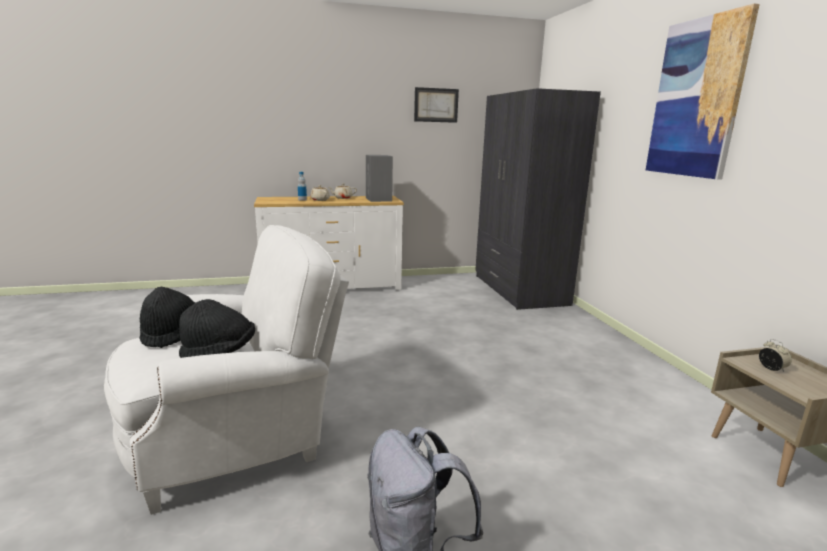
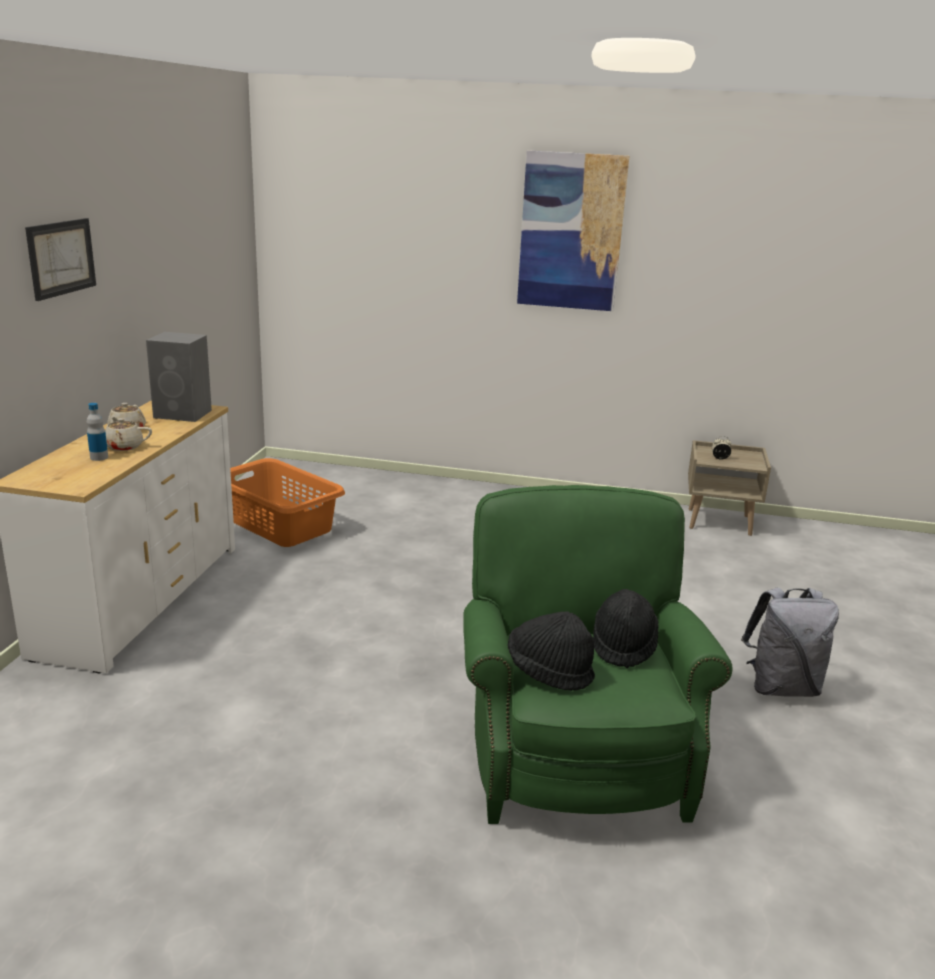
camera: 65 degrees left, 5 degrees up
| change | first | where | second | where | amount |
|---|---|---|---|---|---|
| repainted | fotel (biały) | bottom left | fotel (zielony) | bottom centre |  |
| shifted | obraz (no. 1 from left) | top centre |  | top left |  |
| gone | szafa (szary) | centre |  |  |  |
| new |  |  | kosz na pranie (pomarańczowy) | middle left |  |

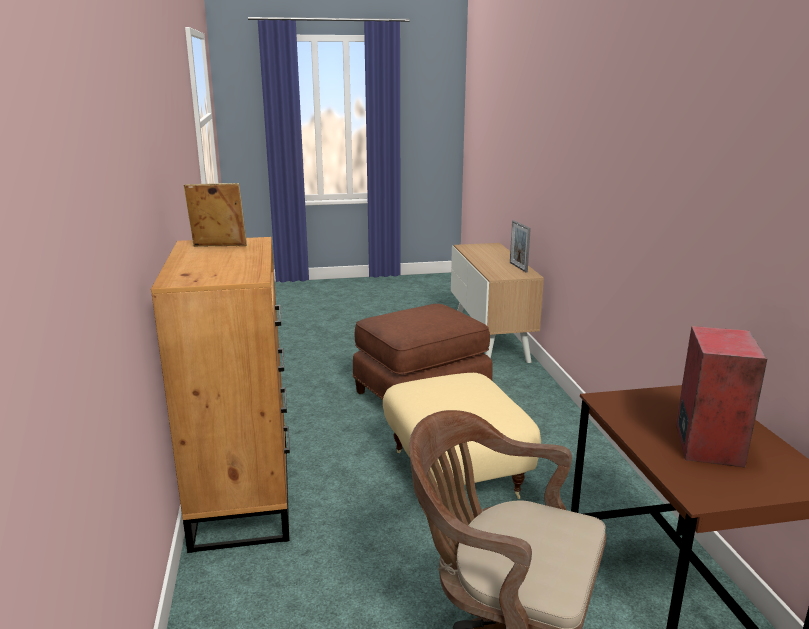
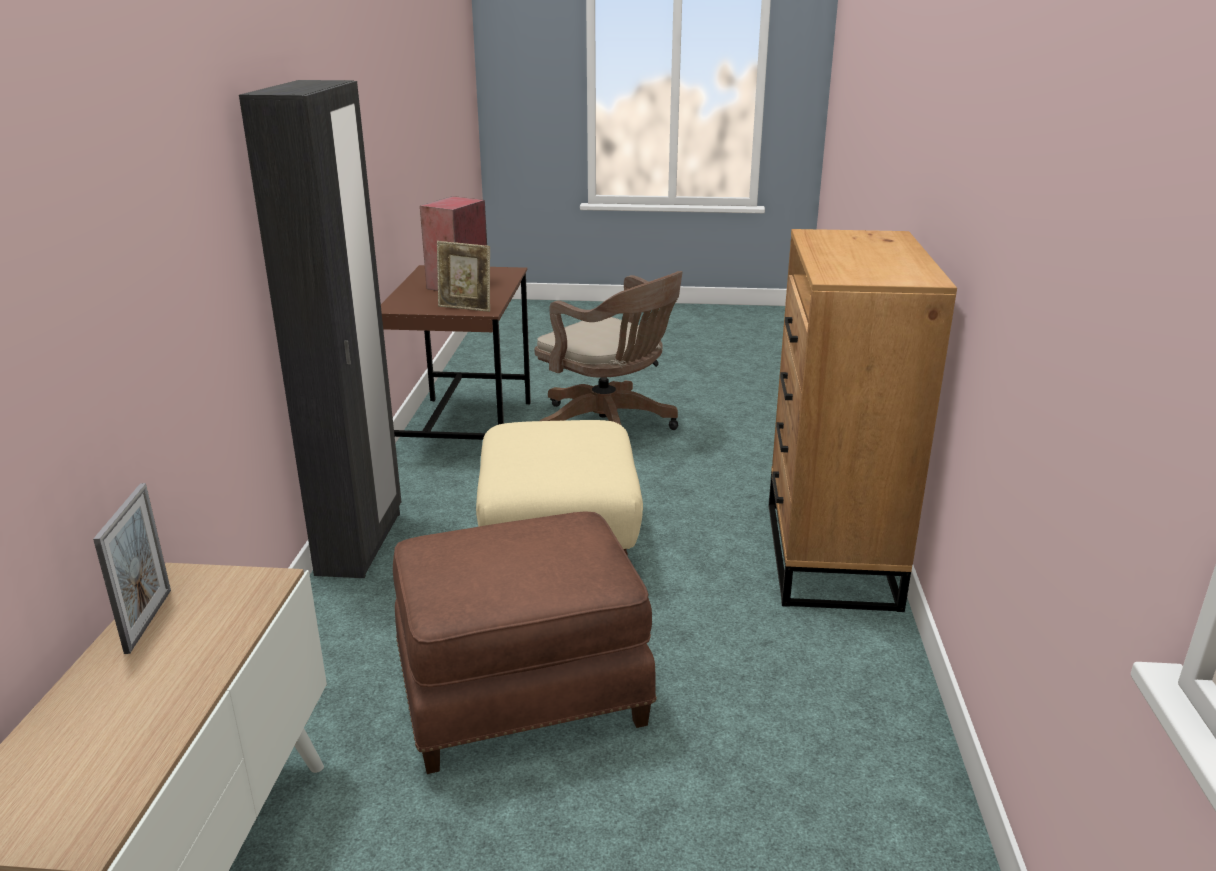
camera: 165 degrees left, 5 degrees up
| change | first | where | second | where | amount |
|---|---|---|---|---|---|
| shifted | ramka na zdjęcie (no. 1 from left in the first image) | middle left | ramka na zdjęcie (no. 2 from left) | top centre |  |
| new |  |  | szafa (czarny) | middle left |  |

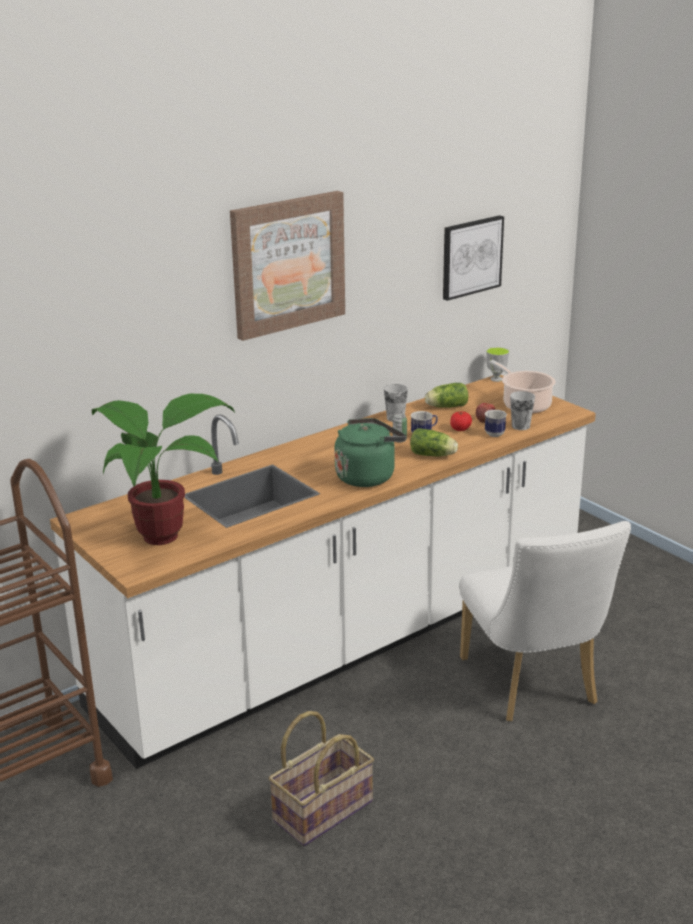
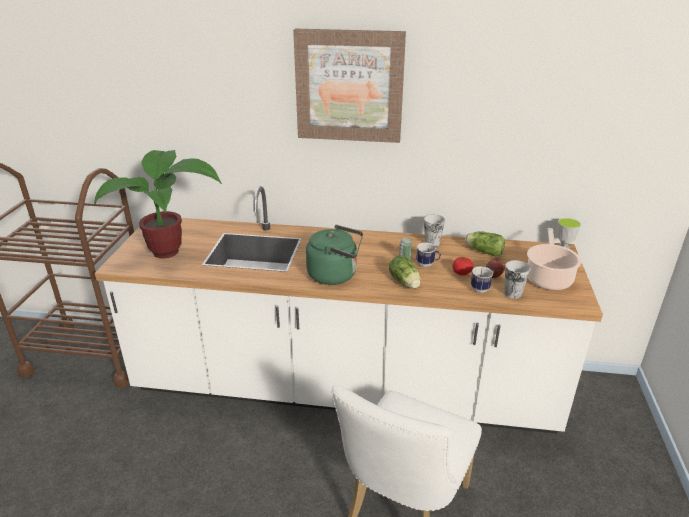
camera: 45 degrees right, 5 degrees up
| change | first | where | second | where | amount |
|---|---|---|---|---|---|
| gone | koszyk | bottom centre |  |  |  |
| gone | obraz (no. 2 from left) | top right |  |  |  |

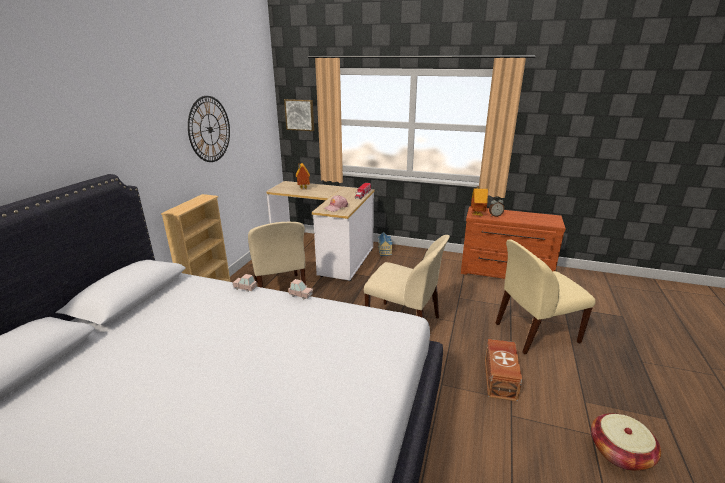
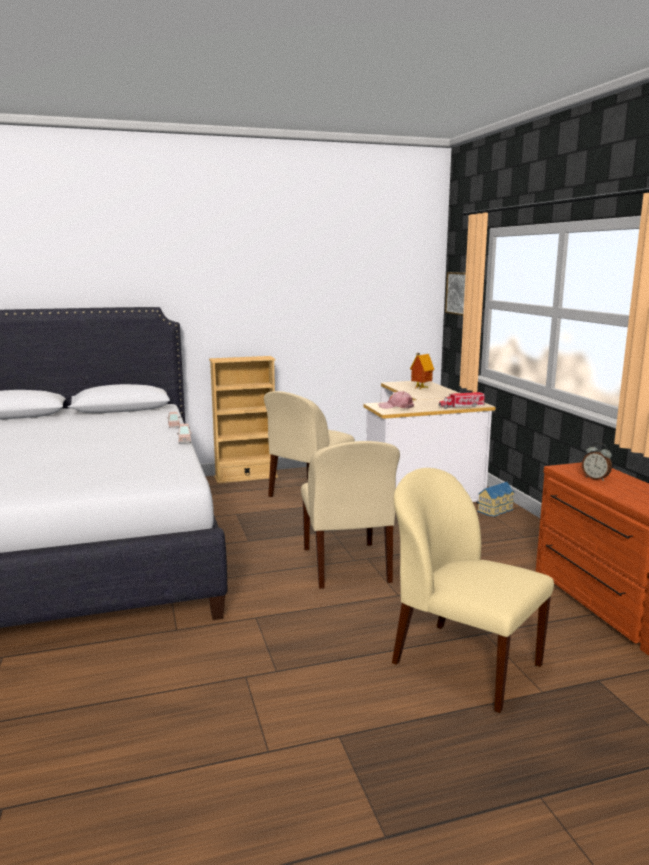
camera: 55 degrees right, 10 degrees down
| change | first | where | second | where | amount |
|---|---|---|---|---|---|
| gone | zegar ścienny | top left |  |  |  |
| gone | domek (no. 3 from left) | centre |  |  |  |
| gone | pojemnik do przechowywania (brązowy) | bottom right |  |  |  |
| gone | koszyk | bottom right |  |  |  |

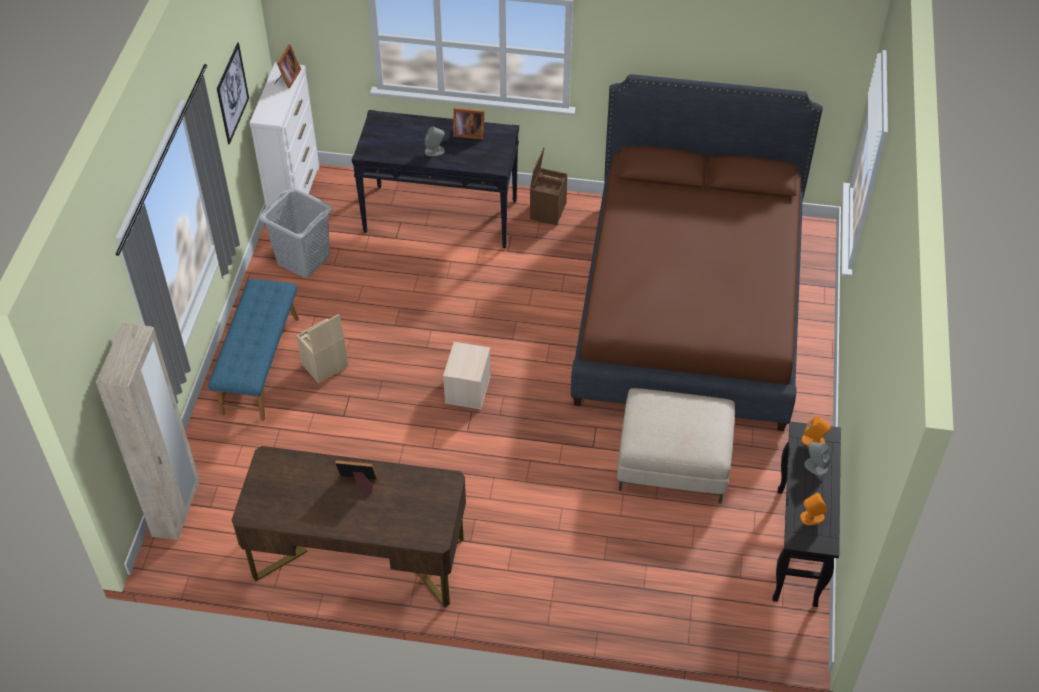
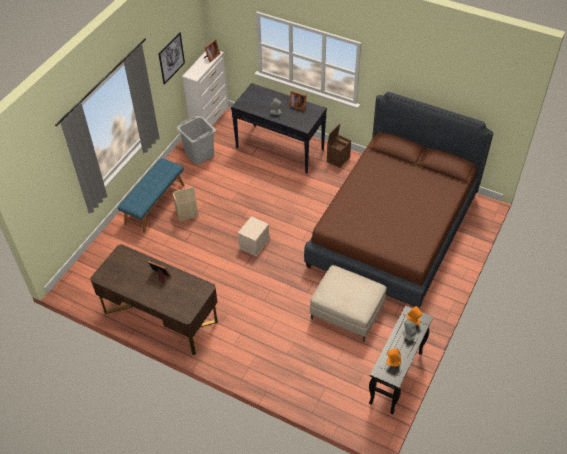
camera: 20 degrees right, 0 degrees up
| change | first | where | second | where | amount |
|---|---|---|---|---|---|
| gone | szafa (beżowy) | middle left |  |  |  |

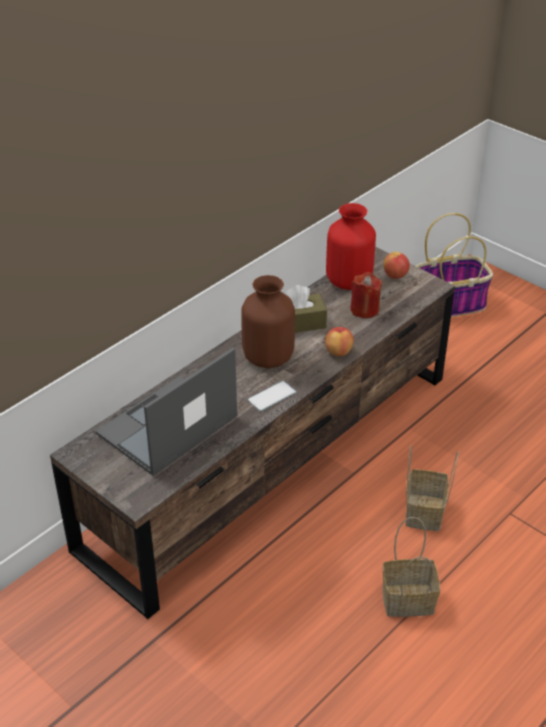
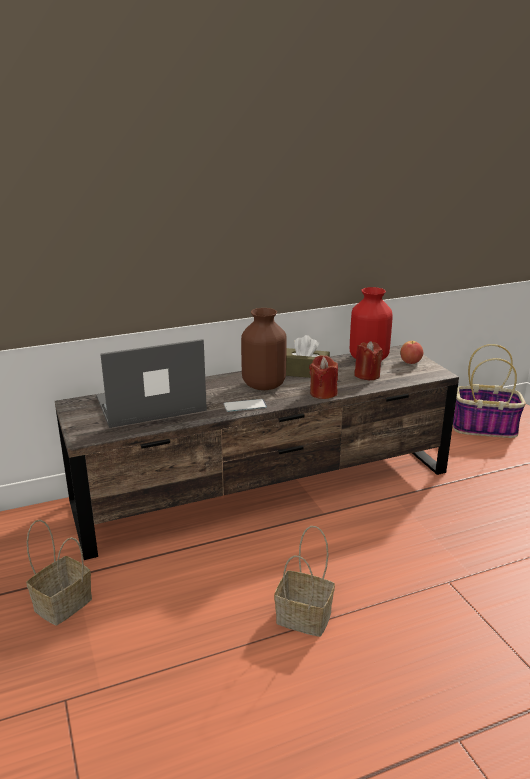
camera: 25 degrees right, 15 degrees down
| change | first | where | second | where | amount |
|---|---|---|---|---|---|
| swapped | jabłko (no. 1 from left) | centre | świeca (czerwony) (no. 1 from left) | centre |  |
| shifted | koszyk (no. 2 from left in the first image) | bottom right | koszyk (no. 1 from left) | bottom left |  |

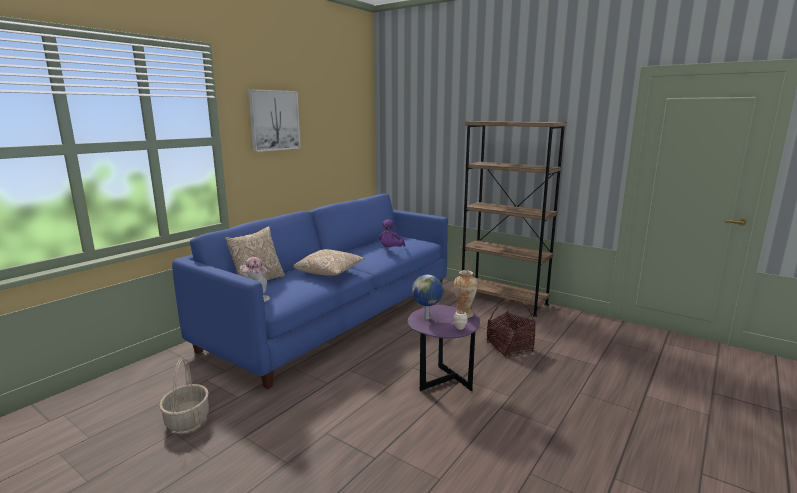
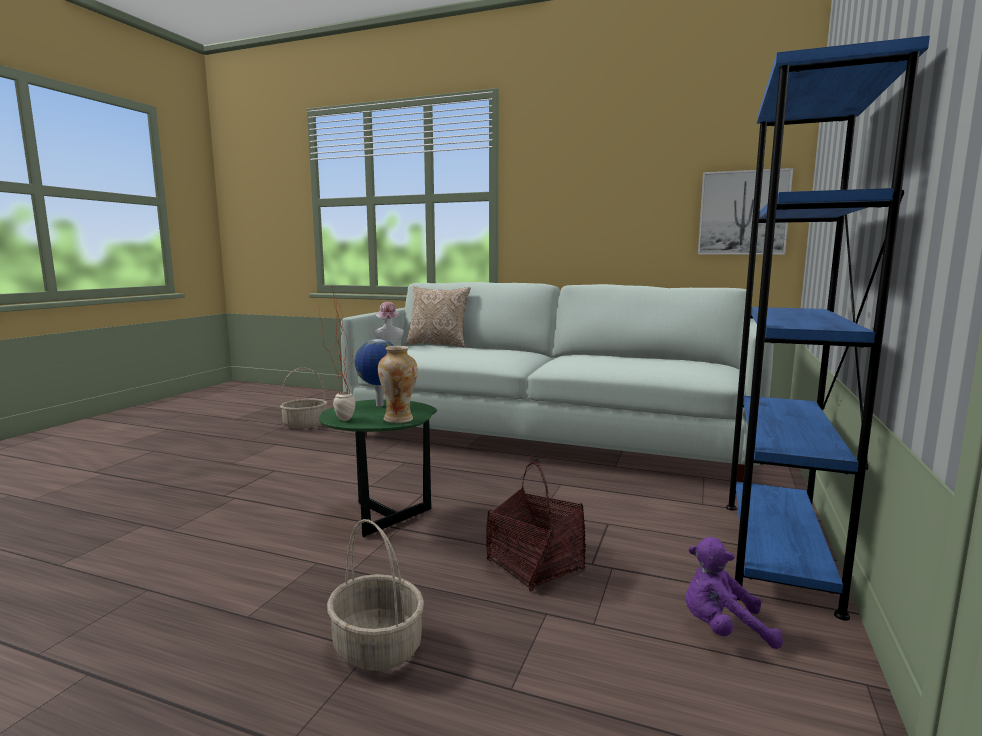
camera: 75 degrees right, 5 degrees down
| change | first | where | second | where | amount |
|---|---|---|---|---|---|
| repainted | kanapa (niebieski) | centre | kanapa (biały) | centre |  |
| shifted | obraz | top centre |  | top right |  |
| gone | poduszka (no. 2 from left) | centre |  |  |  |
| shifted | pluszak (fioletowy) | centre |  | bottom right |  |
| repainted | stolik (fioletowy) | bottom centre | stolik (zielony) | centre |  |
| repainted | regał (brązowy) | centre | regał (niebieski) | middle right |  |
| new |  |  | koszyk (no. 2 from left) | bottom centre |  |

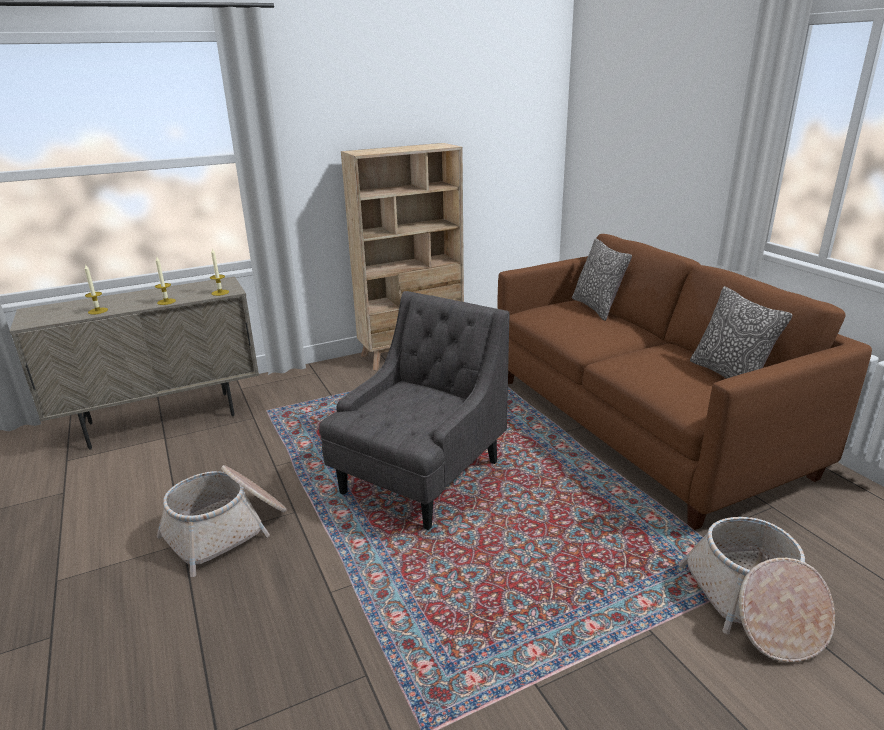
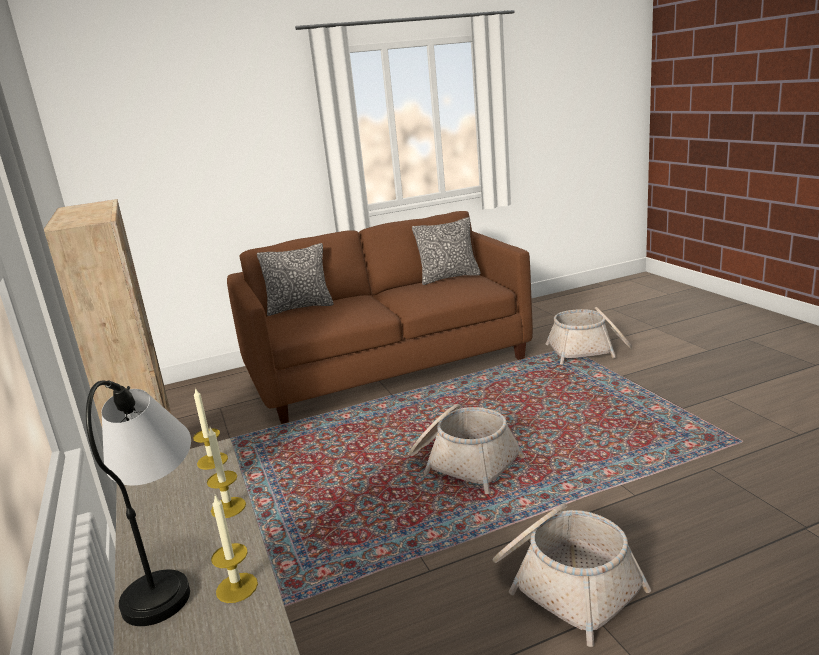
camera: 85 degrees left, 5 degrees down
| change | first | where | second | where | amount |
|---|---|---|---|---|---|
| swapped | fotel (szary) | centre | koszyk (no. 1 from left) | bottom centre |  |
| new |  |  | lampa stołowa | bottom left |  |

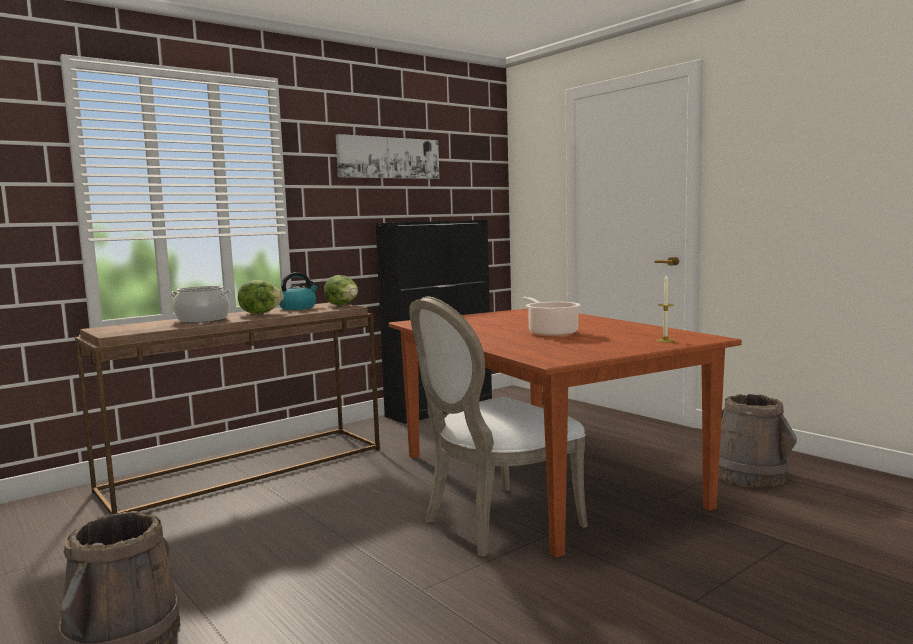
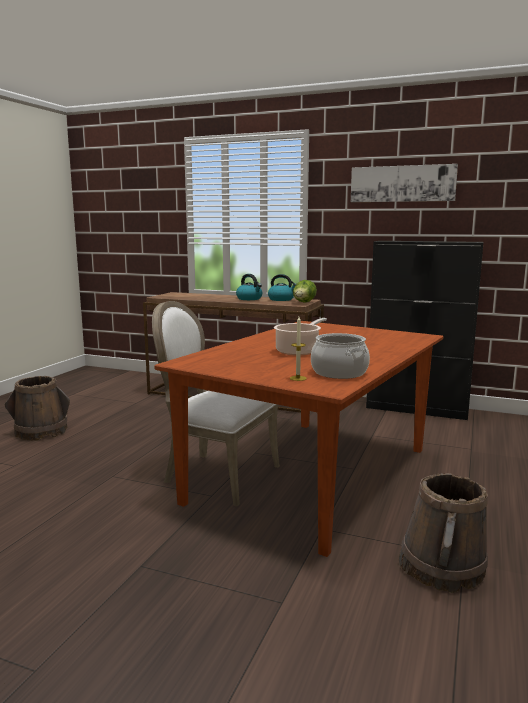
camera: 60 degrees right, 5 degrees up
| change | first | where | second | where | amount |
|---|---|---|---|---|---|
| shifted | garnek (no. 1 from left in the first image) | middle left | garnek (no. 2 from left) | centre |  |
| swapped | sałata (no. 1 from left) | middle left | czajnik (no. 1 from left) | centre |  |

